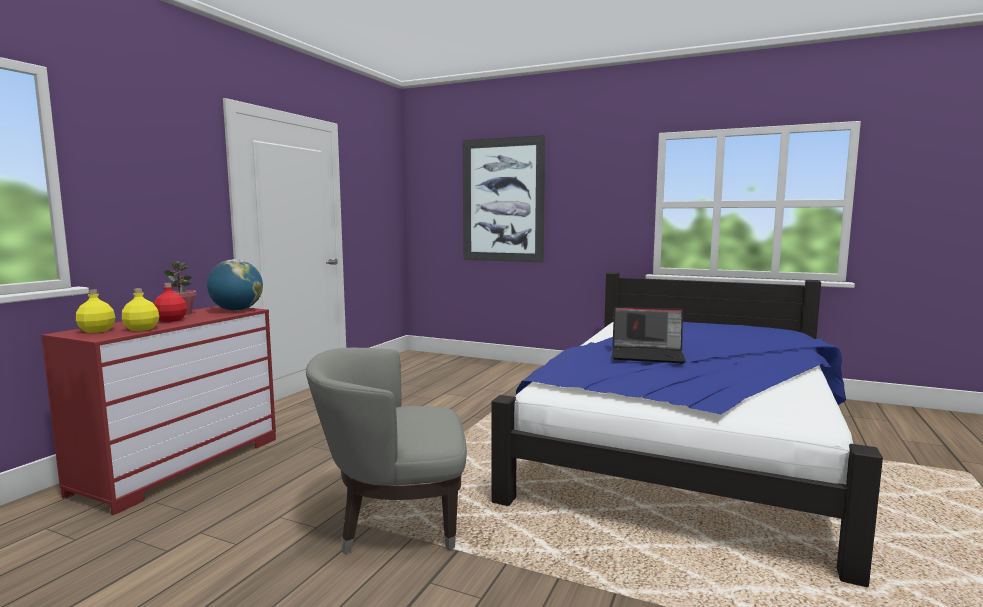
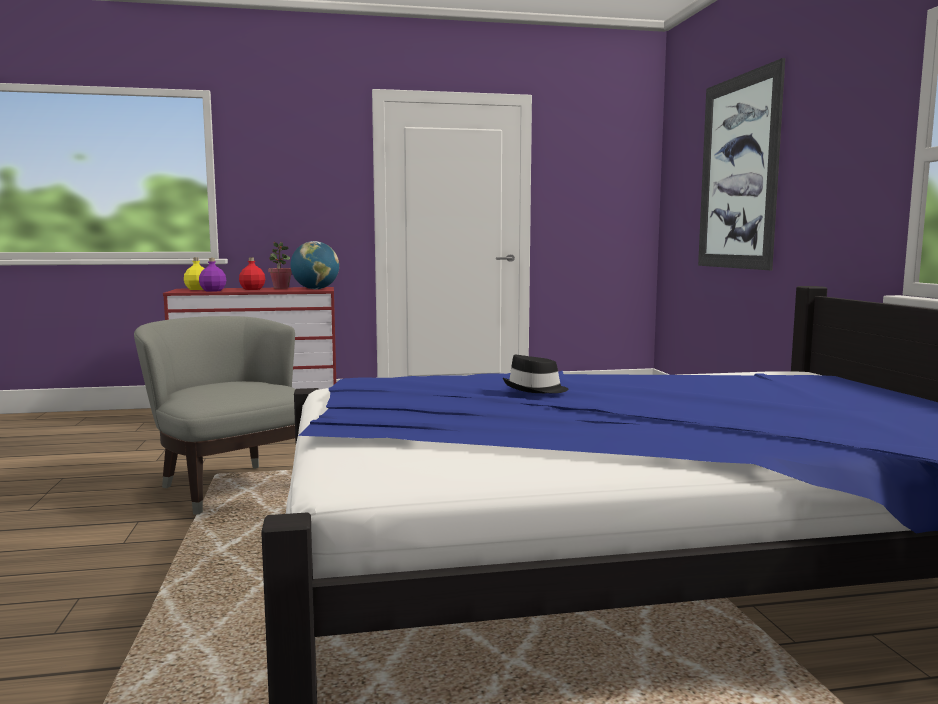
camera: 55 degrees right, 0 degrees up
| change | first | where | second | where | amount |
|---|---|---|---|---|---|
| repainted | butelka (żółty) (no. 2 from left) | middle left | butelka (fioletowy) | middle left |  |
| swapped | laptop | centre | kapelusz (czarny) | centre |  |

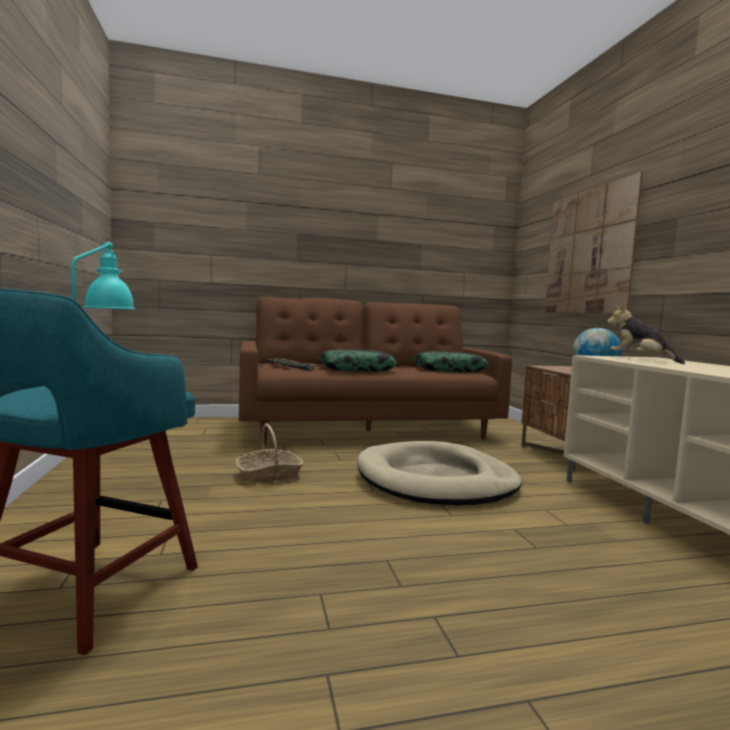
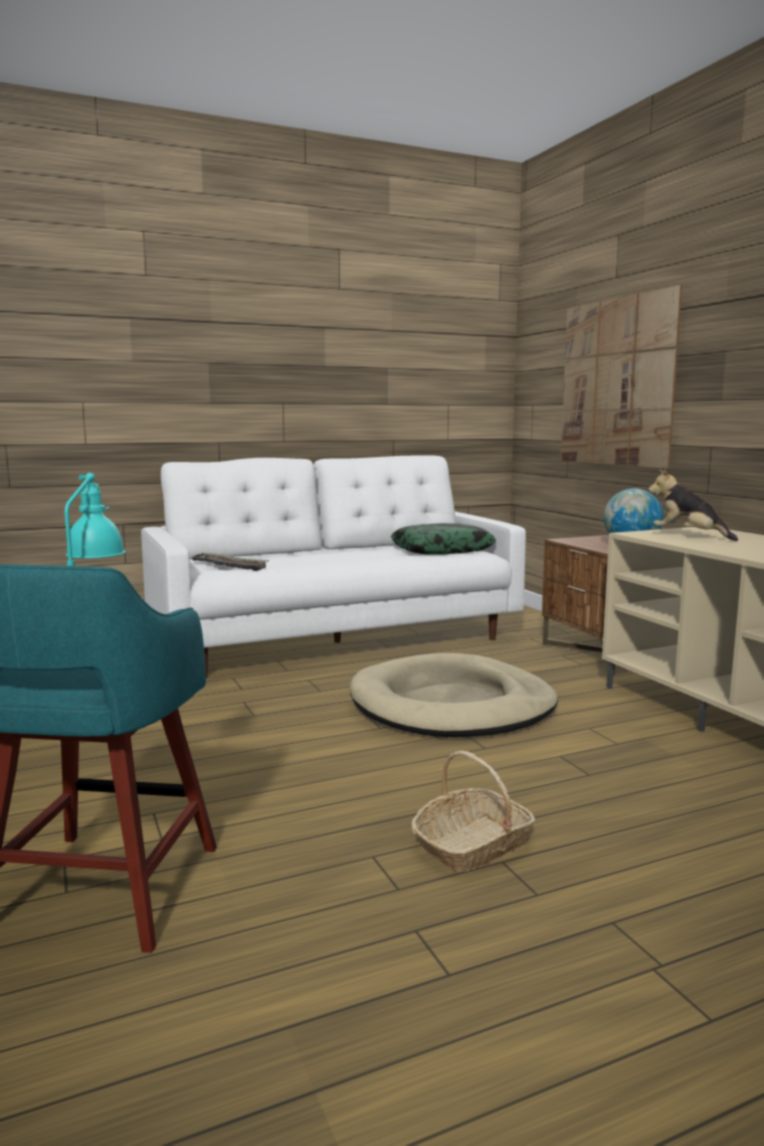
camera: 10 degrees left, 5 degrees up
| change | first | where | second | where | amount |
|---|---|---|---|---|---|
| shifted | koszyk | centre |  | bottom centre |  |
| repainted | kanapa (brązowy) | centre | kanapa (biały) | centre |  |
| gone | poduszka (no. 1 from left) | centre |  |  |  |

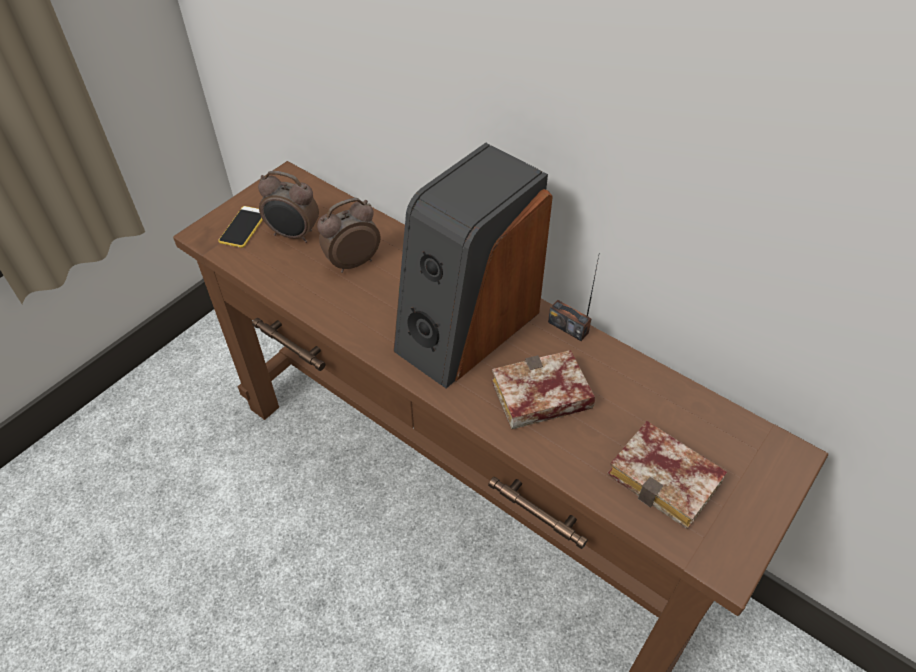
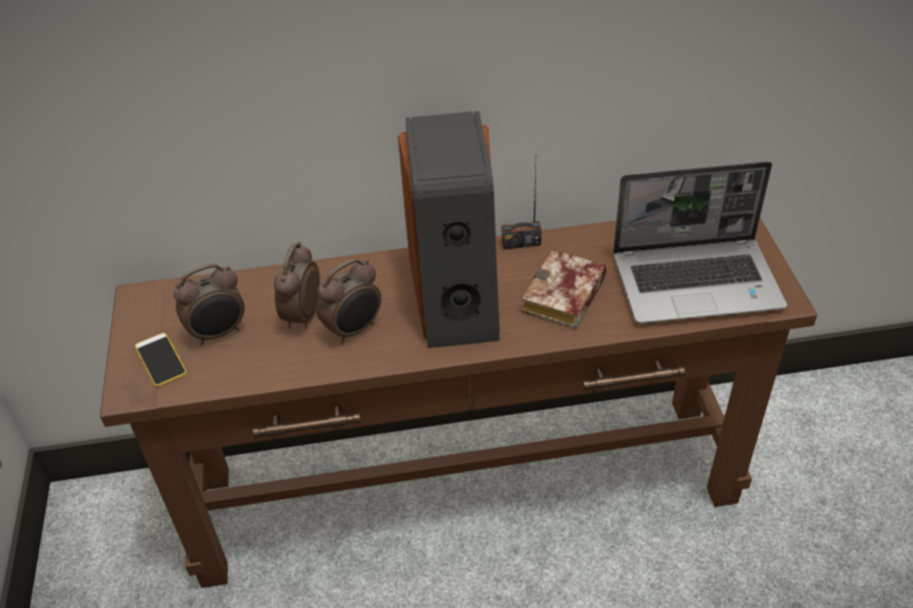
camera: 45 degrees left, 5 degrees down
| change | first | where | second | where | amount |
|---|---|---|---|---|---|
| swapped | książka (no. 2 from left) | bottom right | laptop | middle right |  |
| new |  |  | budzik (no. 3 from left) | centre |  |

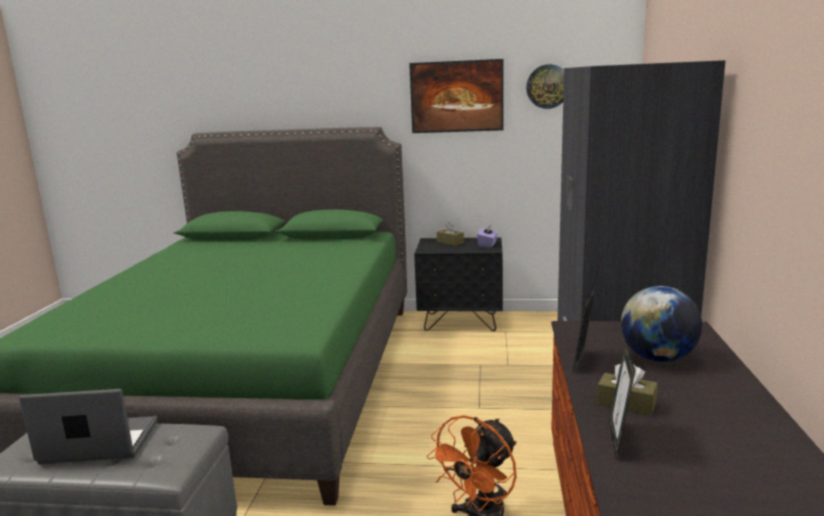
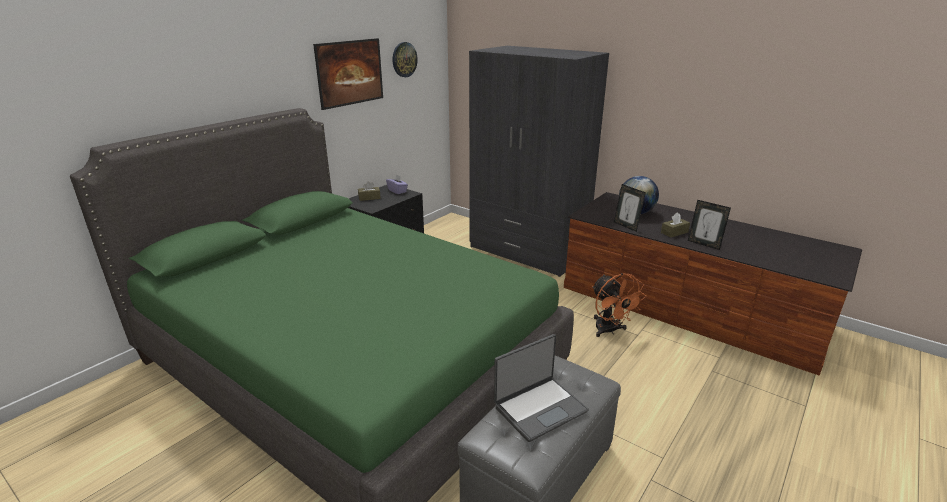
camera: 60 degrees left, 10 degrees up
| change | first | where | second | where | amount |
|---|---|---|---|---|---|
| rotated | laptop | bottom left |  | bottom centre | 150 degrees counterclockwise |

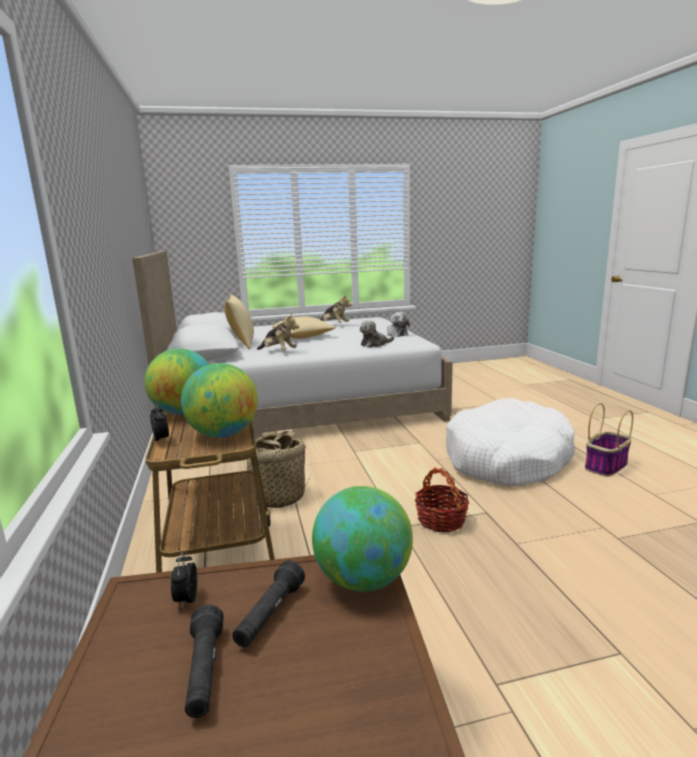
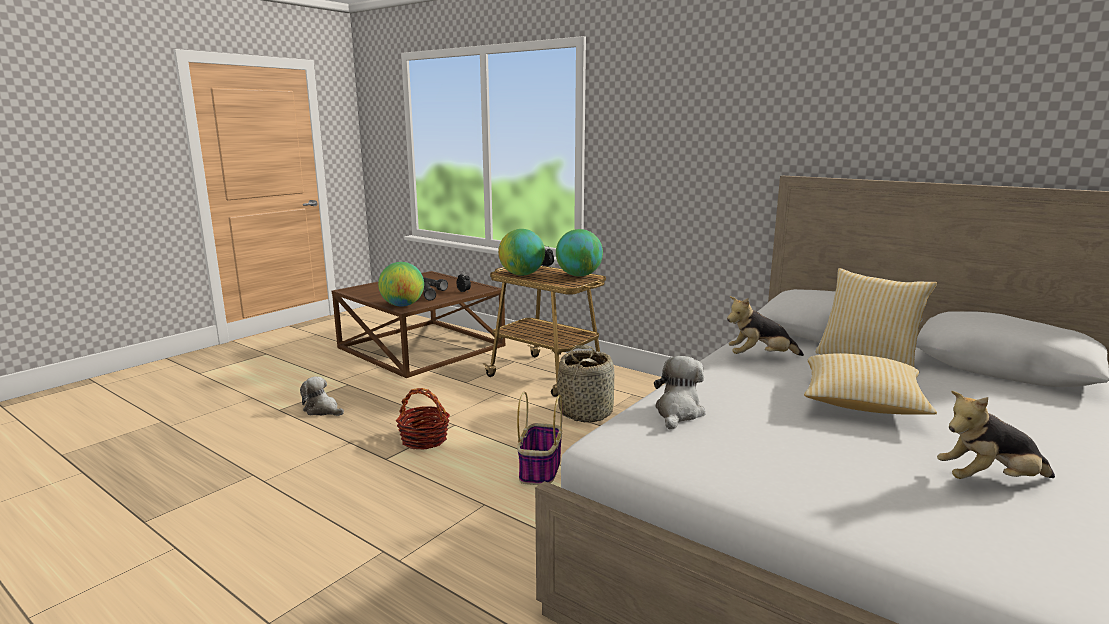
camera: 140 degrees right, 0 degrees up
| change | first | where | second | where | amount |
|---|---|---|---|---|---|
| shifted | pluszak (no. 4 from left in the first image) | centre | pluszak (no. 1 from left) | middle left |  |
| gone | legowisko (biały) | middle right |  |  |  |
| shifted | koszyk (no. 3 from left in the first image) | middle right | koszyk (no. 2 from left) | bottom centre |  |

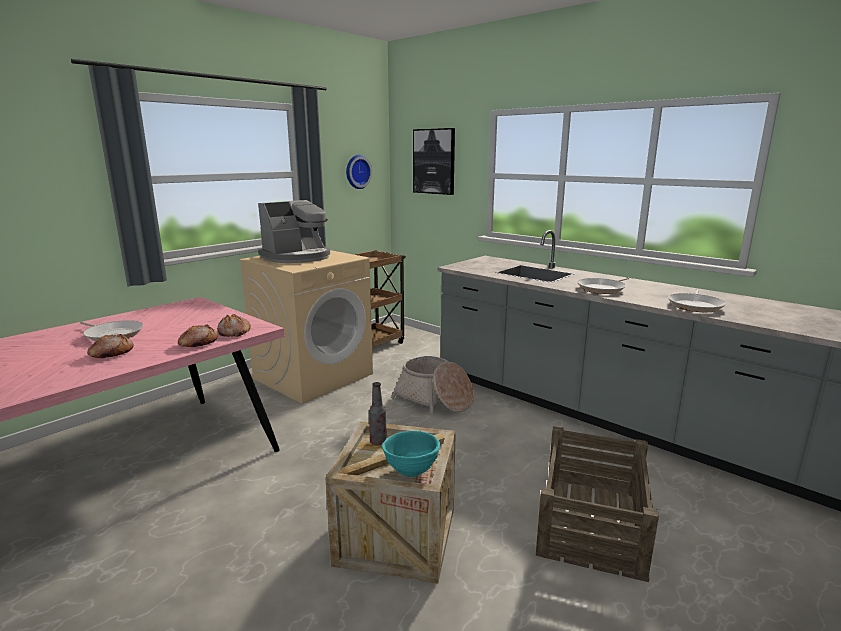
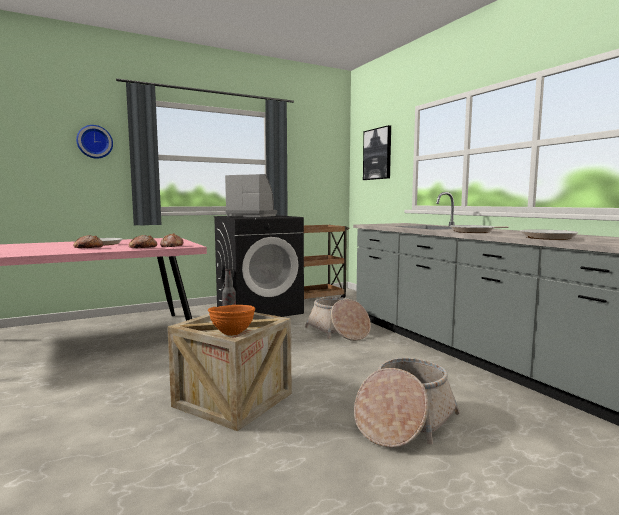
camera: 20 degrees right, 10 degrees down
| change | first | where | second | where | amount |
|---|---|---|---|---|---|
| repainted | pralka (beżowy) | centre | pralka (czarny) | centre |  |
| rotated | ekspres do kawy | centre |  | centre | 135 degrees counterclockwise |
| shifted | zegar ścienny | top centre |  | top left |  |
| repainted | miska (turkusowy) | bottom centre | miska (pomarańczowy) | centre |  |
| swapped | skrzynka (no. 2 from left) | bottom right | koszyk (no. 2 from left) | bottom centre |  |

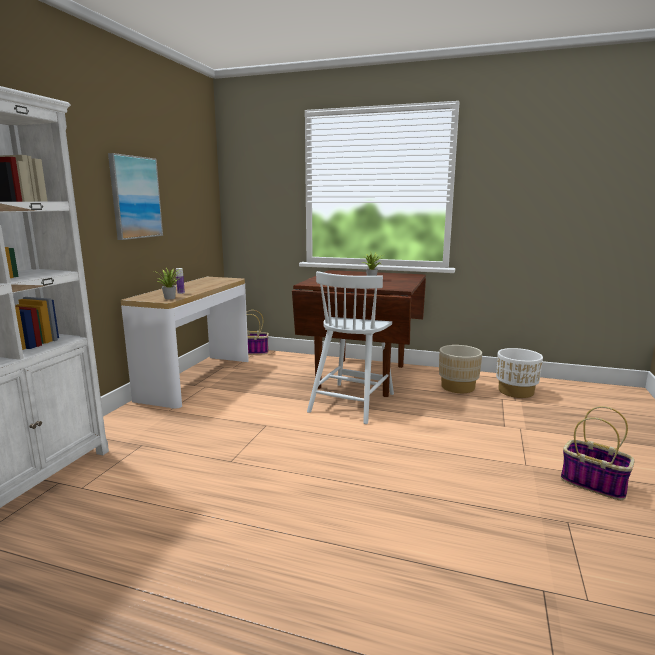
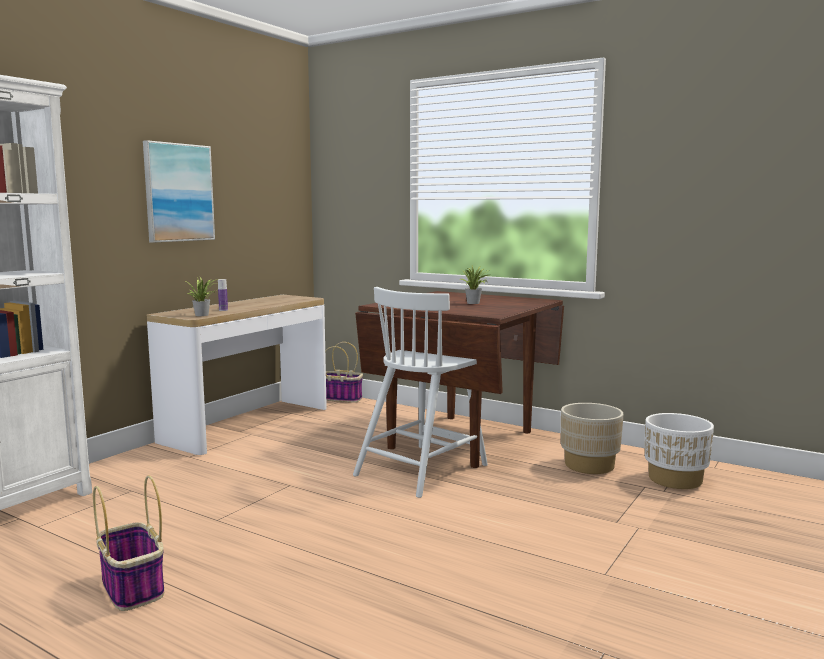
camera: 15 degrees right, 5 degrees down
| change | first | where | second | where | amount |
|---|---|---|---|---|---|
| shifted | koszyk (no. 2 from left in the first image) | bottom right | koszyk (no. 1 from left) | bottom left |  |

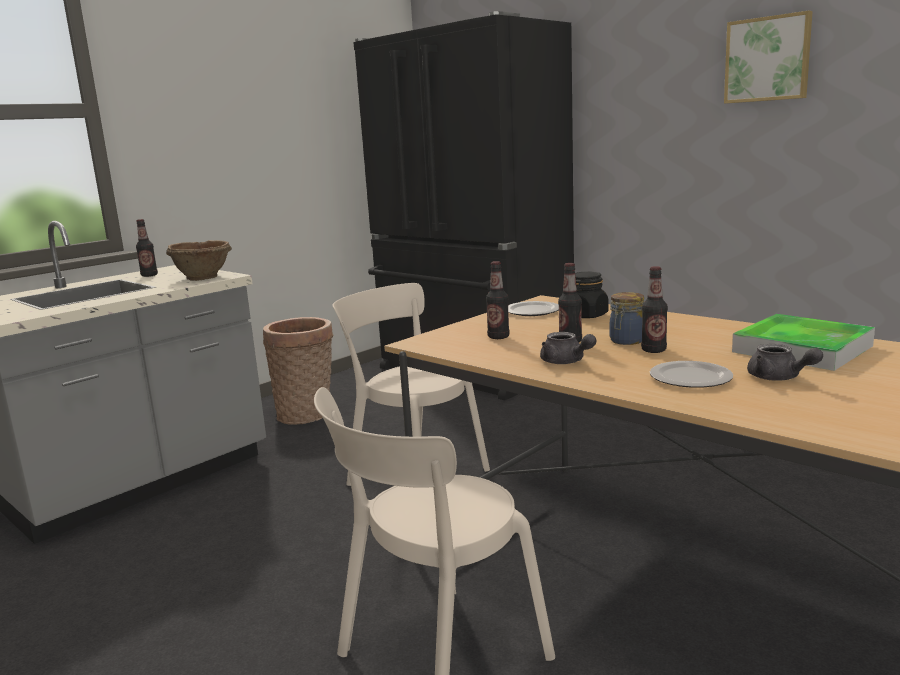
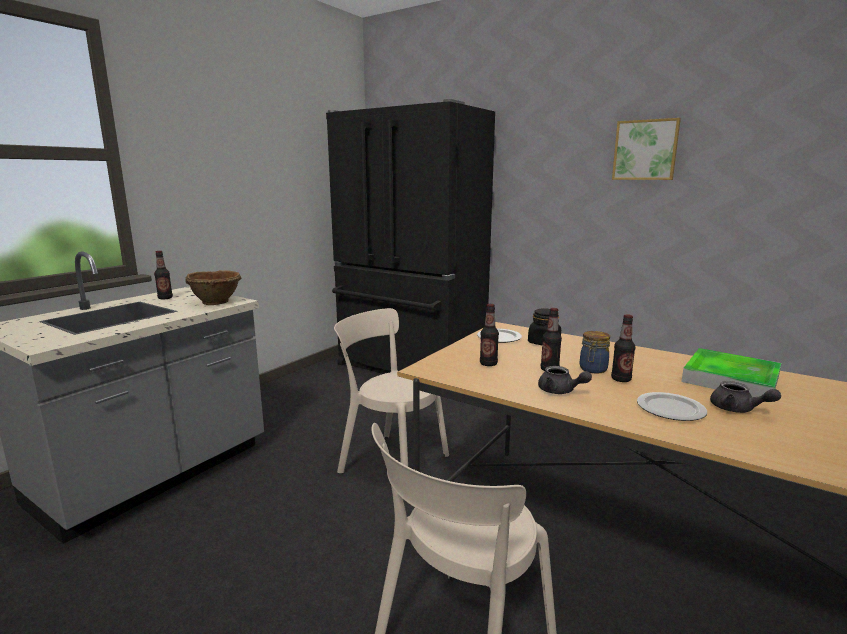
camera: 10 degrees left, 0 degrees up
| change | first | where | second | where | amount |
|---|---|---|---|---|---|
| gone | koszyk | middle left |  |  |  |

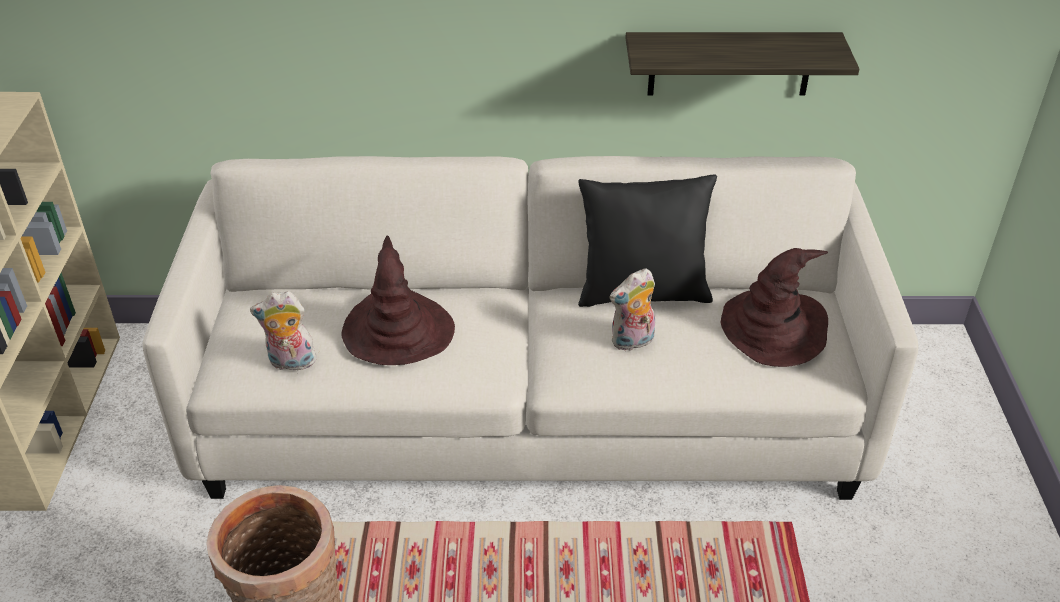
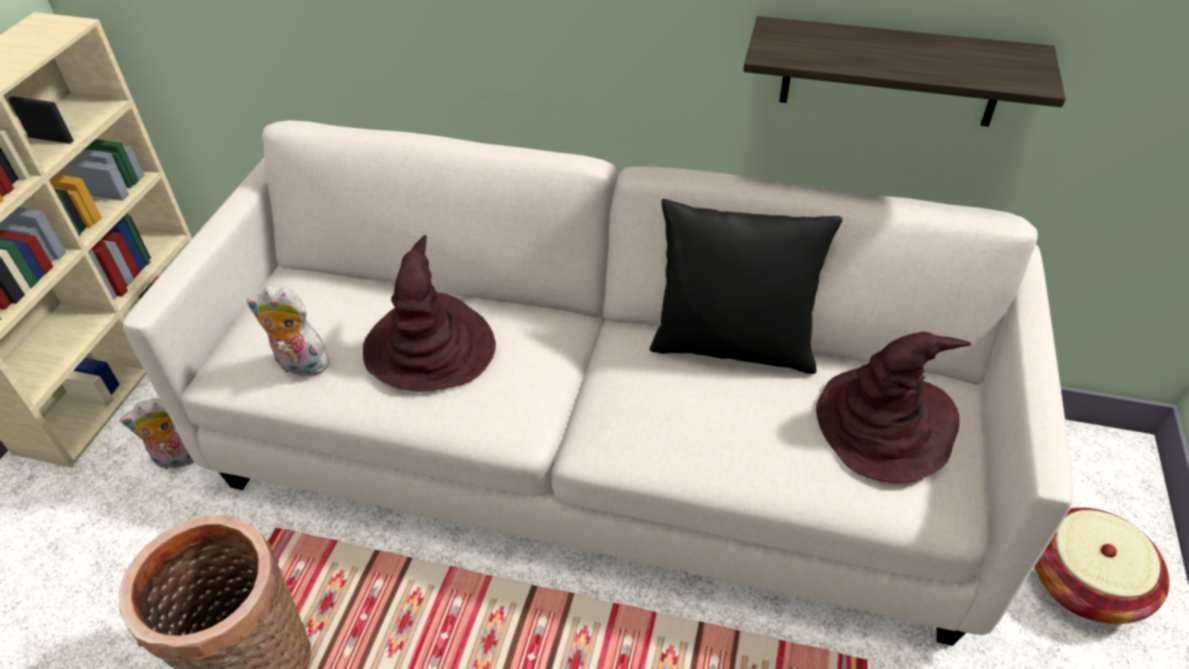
camera: 15 degrees right, 5 degrees up
| change | first | where | second | where | amount |
|---|---|---|---|---|---|
| shifted | pluszak (no. 2 from left in the first image) | centre | pluszak (no. 1 from left) | middle left |  |
| new |  |  | koszyk (no. 2 from left) | bottom right |  |

